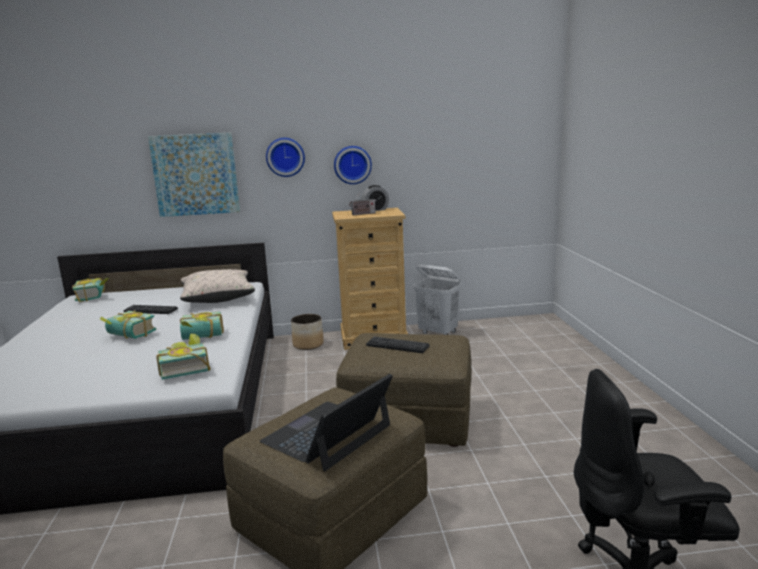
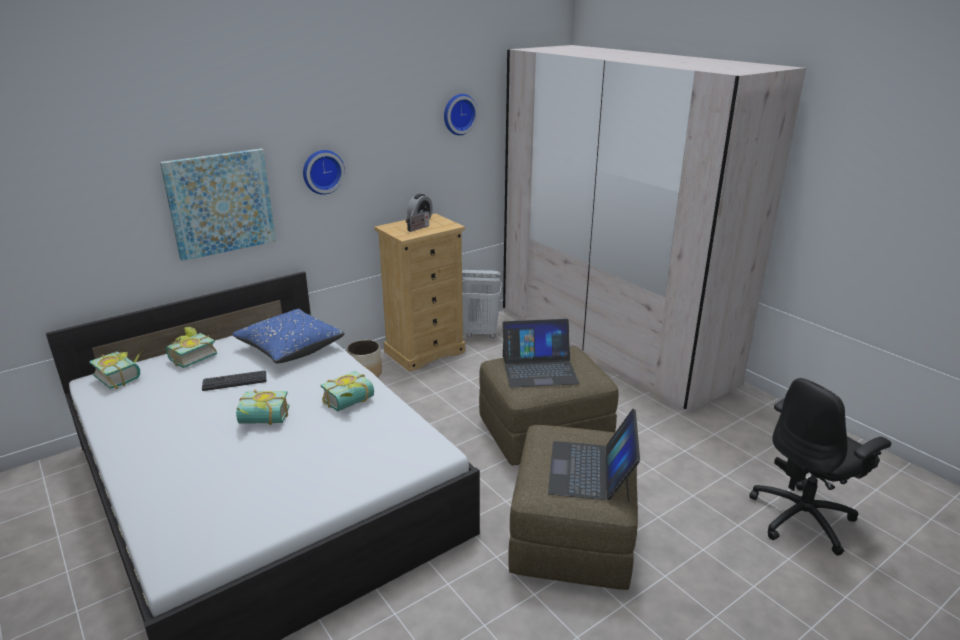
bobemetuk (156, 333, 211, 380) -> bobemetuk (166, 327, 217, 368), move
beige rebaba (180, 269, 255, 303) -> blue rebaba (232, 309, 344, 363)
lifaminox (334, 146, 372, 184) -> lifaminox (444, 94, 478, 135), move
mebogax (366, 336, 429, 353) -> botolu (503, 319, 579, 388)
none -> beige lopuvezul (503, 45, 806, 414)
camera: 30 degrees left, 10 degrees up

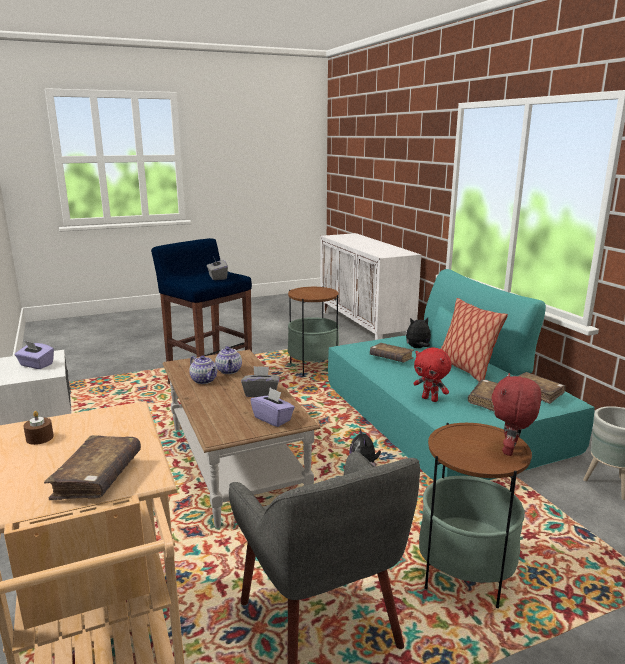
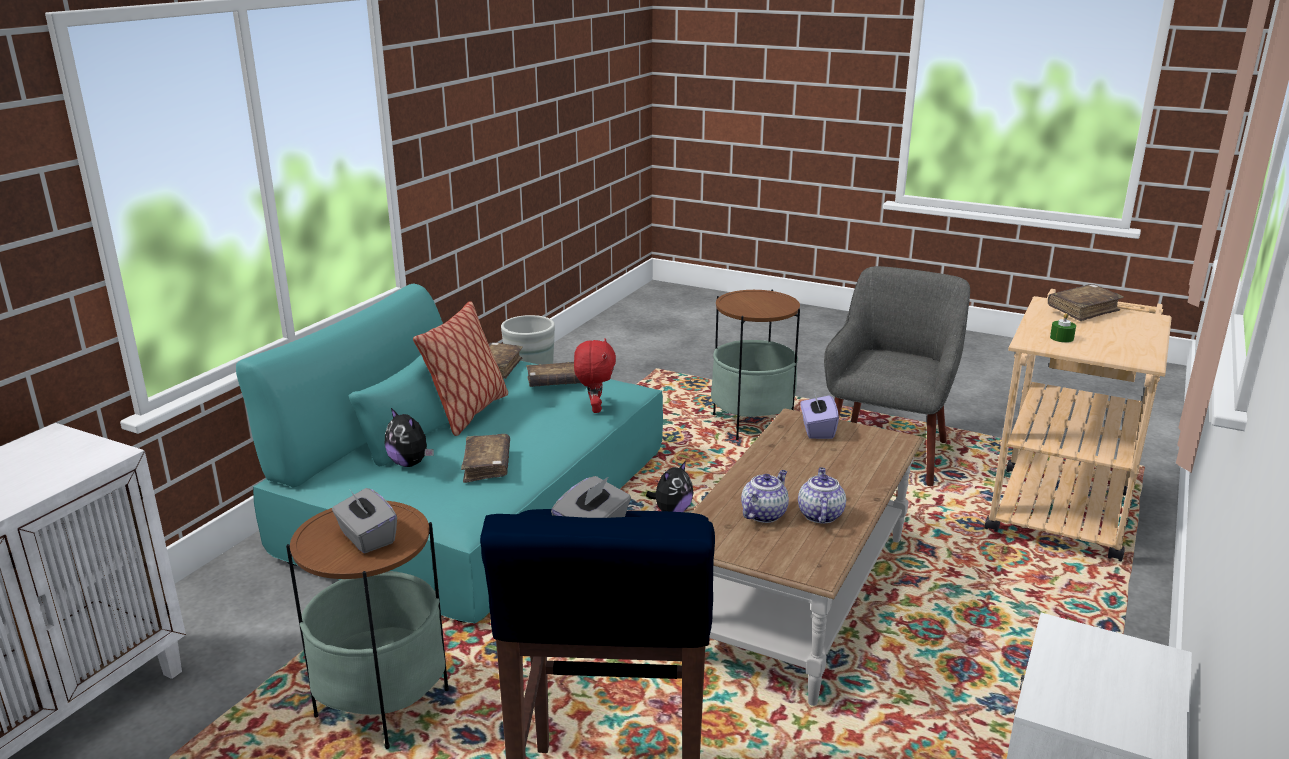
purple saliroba (15, 341, 54, 369) -> none
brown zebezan (23, 411, 54, 445) -> none
grey saliroba (241, 366, 280, 397) -> grey saliroba (332, 488, 397, 553), move
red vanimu (492, 373, 541, 456) -> none
none -> green zebezan (1050, 313, 1076, 343)
camera: 130 degrees left, 5 degrees up

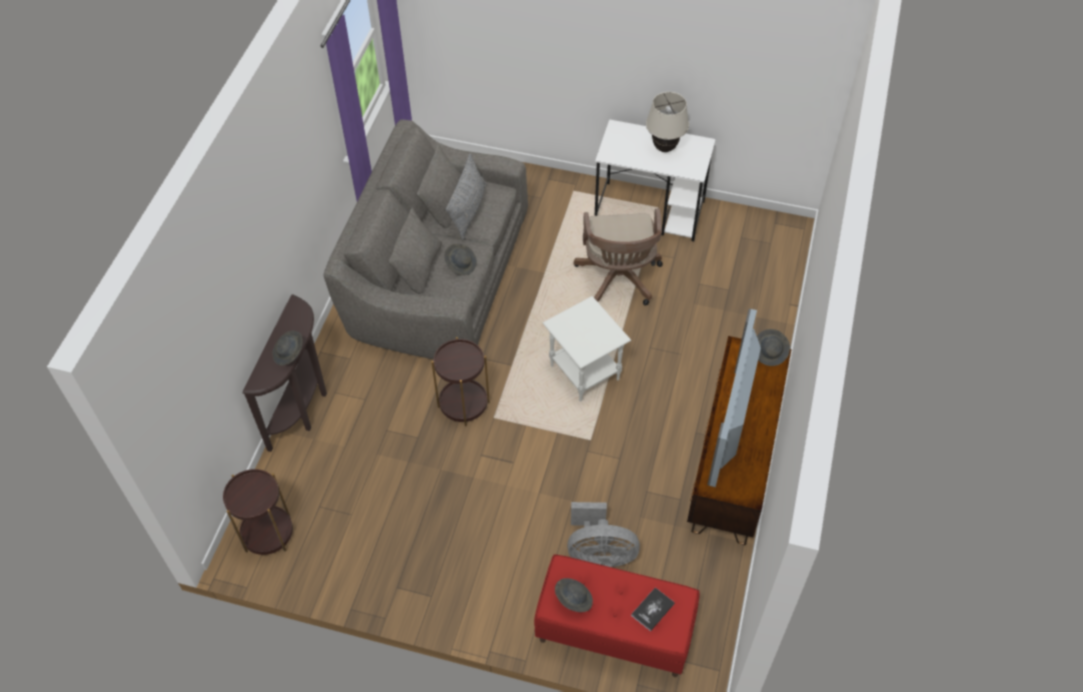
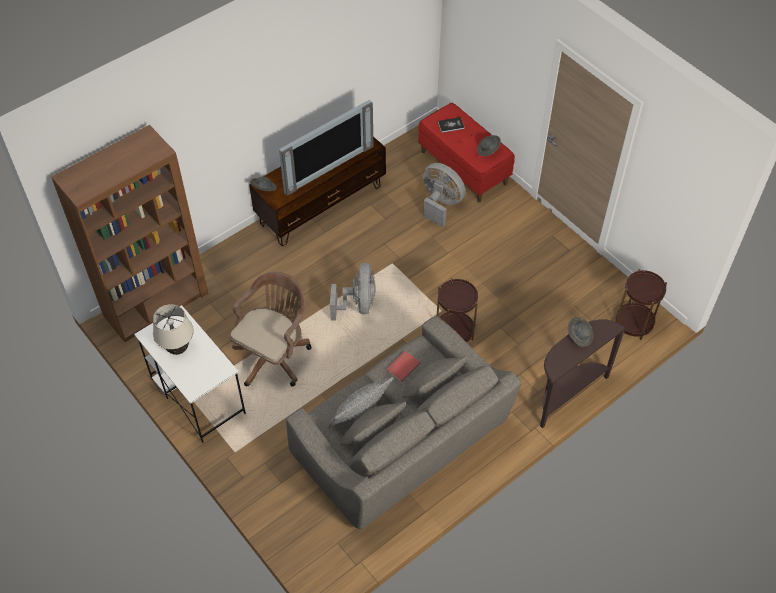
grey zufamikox (444, 244, 477, 276) -> red bobemetuk (386, 351, 421, 382)
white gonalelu (543, 296, 631, 402) -> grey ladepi (330, 263, 376, 321)
none -> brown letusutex (51, 125, 208, 342)
camera: 145 degrees left, 0 degrees up

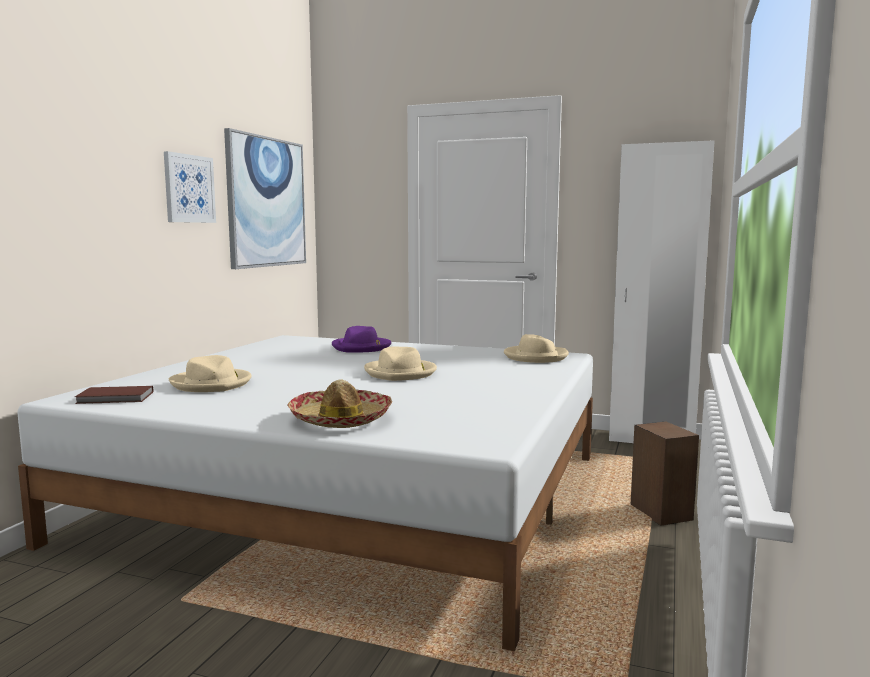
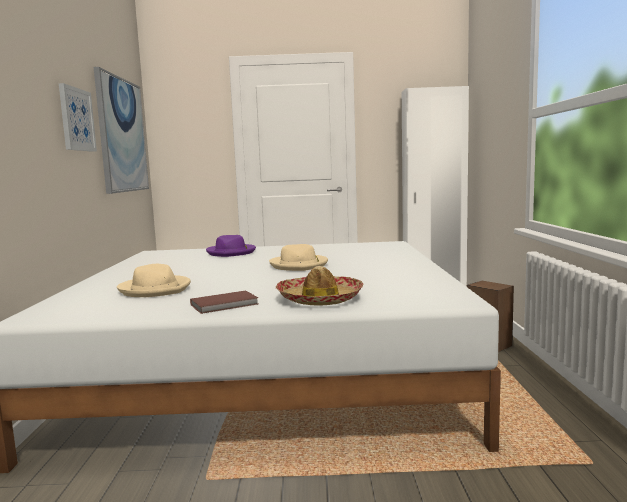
brown bobemetuk (75, 386, 153, 404) -> brown bobemetuk (190, 290, 258, 314), move
beige zufamikox (504, 334, 569, 363) -> none
camera: 20 degrees left, 0 degrees up

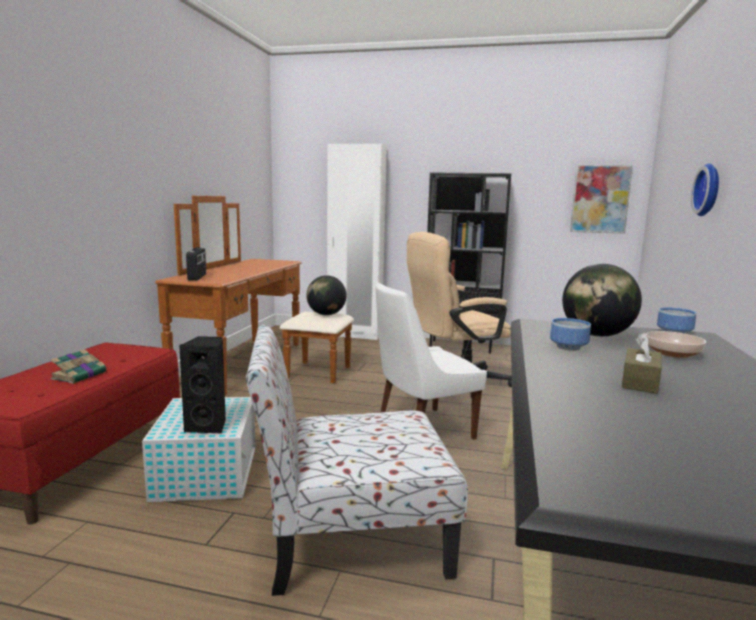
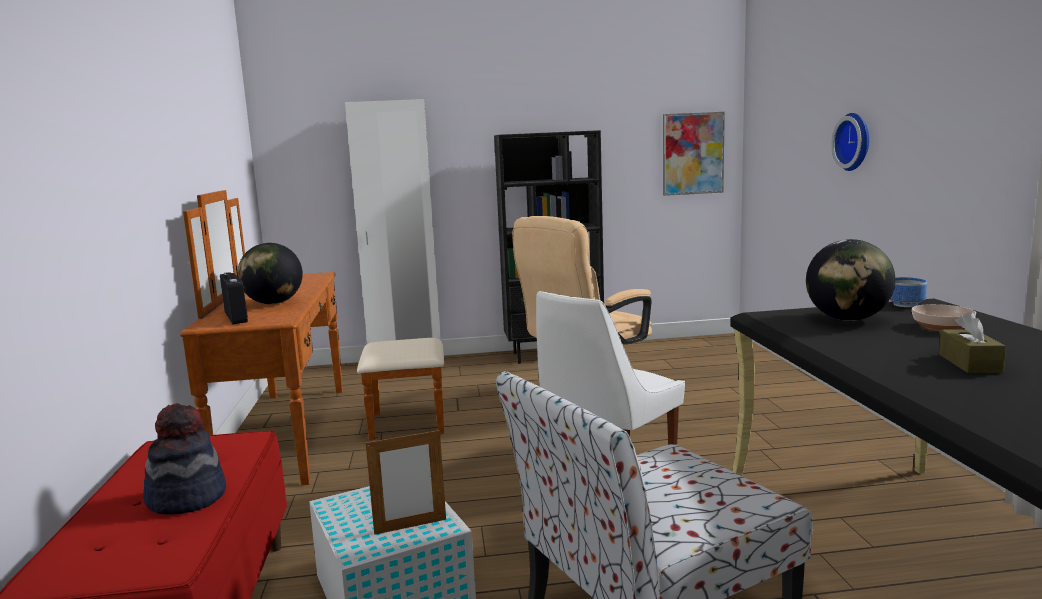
bobemetuk (50, 349, 108, 384) -> zufamikox (143, 403, 226, 515)
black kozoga (179, 336, 226, 434) -> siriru (366, 429, 446, 535)
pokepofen (306, 275, 347, 315) -> pokepofen (237, 243, 303, 304), move
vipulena (550, 318, 591, 351) -> none
camera: 20 degrees left, 0 degrees up

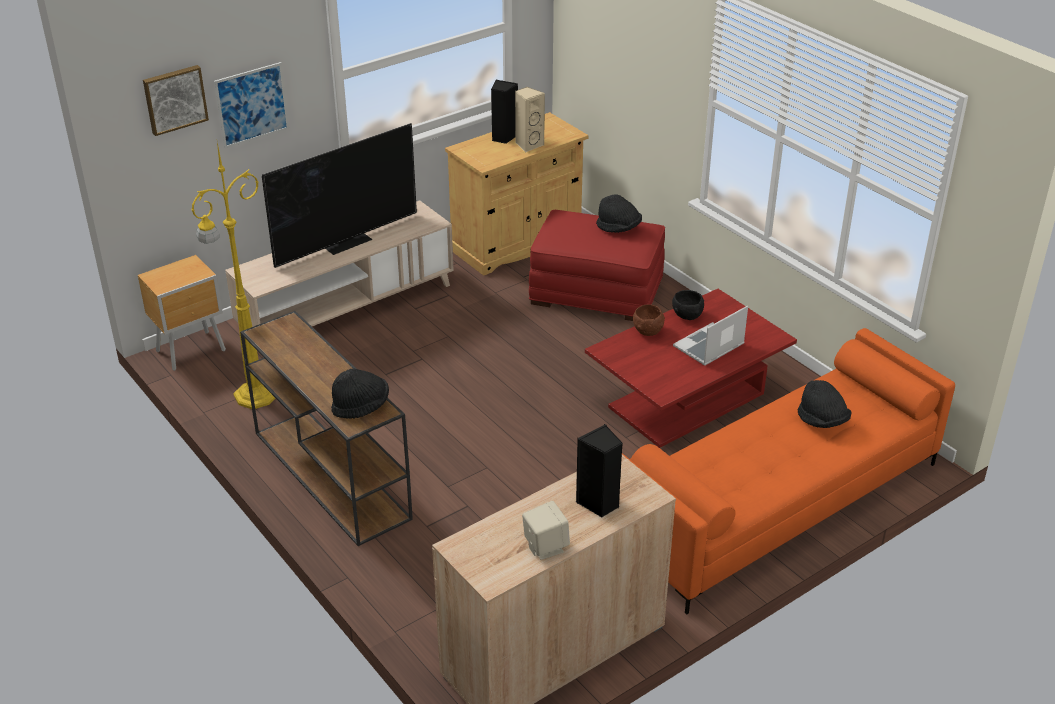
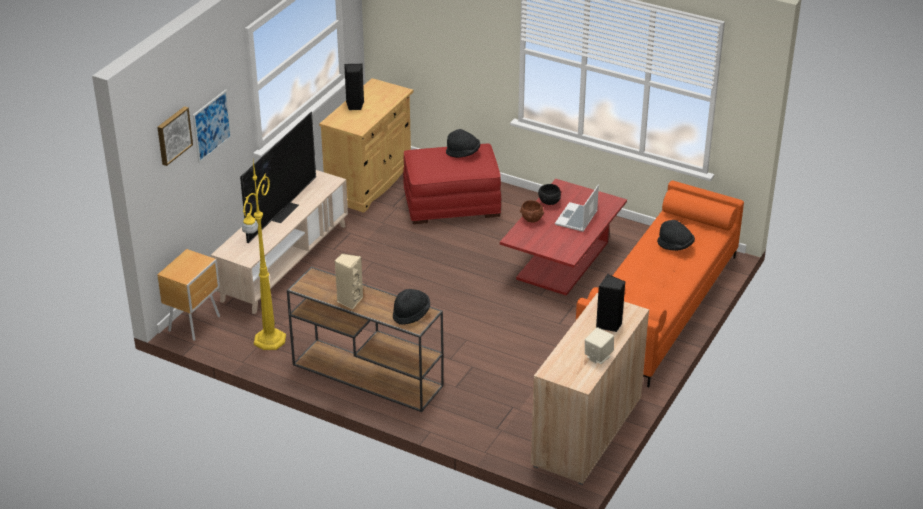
beige kozoga (515, 87, 545, 152) -> beige kozoga (335, 254, 363, 309), move
camera: 25 degrees left, 0 degrees up

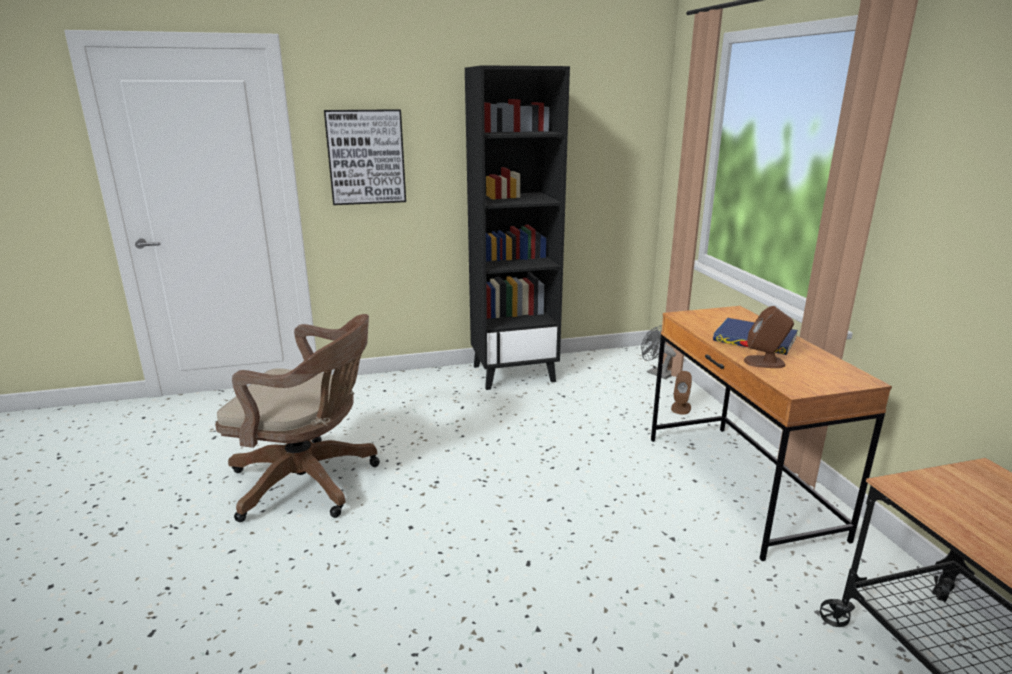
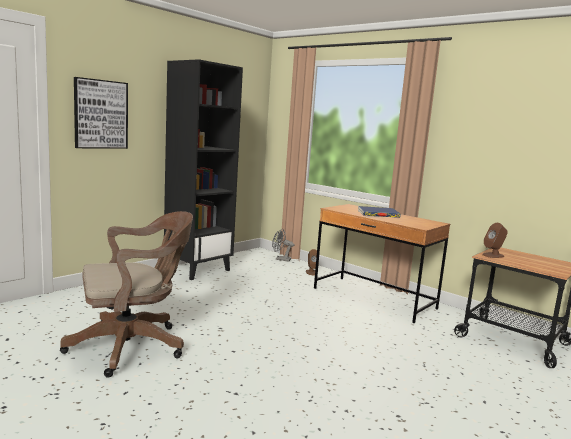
brown kozoga (744, 306, 794, 368) -> brown kozoga (482, 223, 508, 258), move
camera: 35 degrees left, 10 degrees down

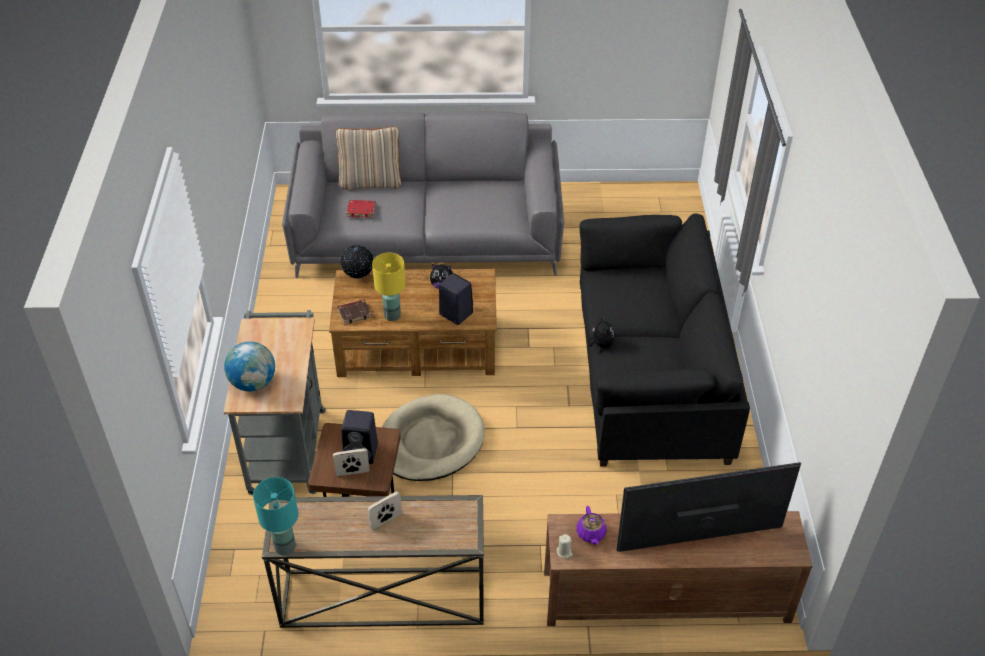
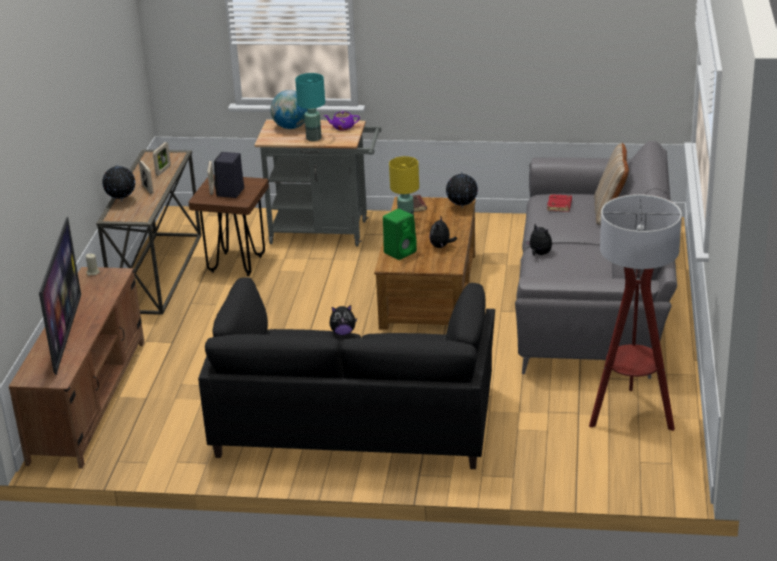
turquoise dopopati (253, 477, 298, 555) -> turquoise dopopati (295, 73, 325, 141), move
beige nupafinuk (382, 394, 485, 481) -> none
black kozoga (439, 273, 473, 325) -> green kozoga (383, 209, 417, 260)
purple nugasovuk (576, 506, 607, 544) -> purple nugasovuk (323, 111, 360, 130), move
none -> pokepofen (102, 164, 135, 201)
none -> siriru (153, 142, 171, 176)
none -> vanimu (525, 224, 552, 255)
none -> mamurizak (589, 194, 682, 431)
camera: 100 degrees right, 15 degrees down

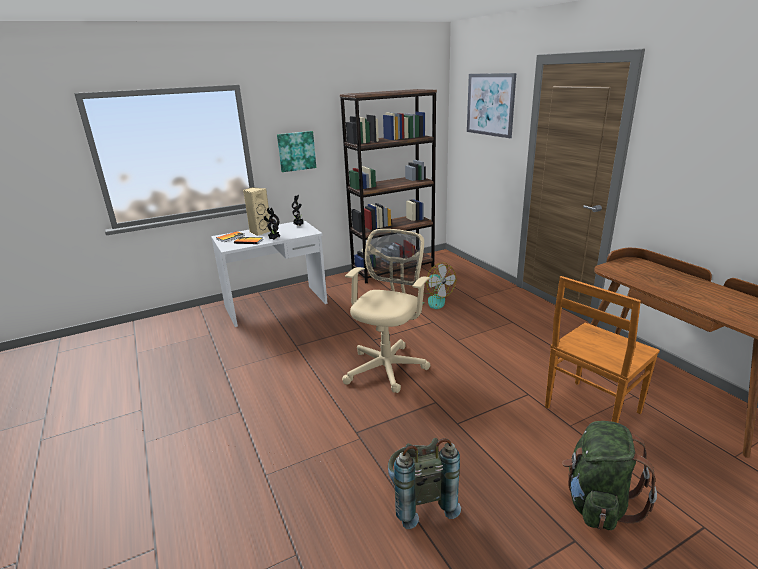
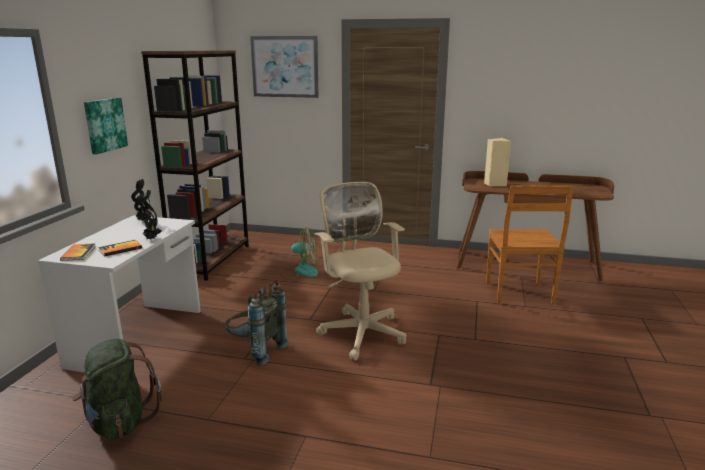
beige kozoga (243, 187, 270, 236) -> beige kozoga (484, 138, 511, 186), move
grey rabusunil (388, 438, 461, 529) -> grey rabusunil (225, 280, 289, 365), move
green rabusunil (562, 421, 657, 530) -> green rabusunil (72, 339, 162, 441), move
camera: 50 degrees left, 5 degrees down

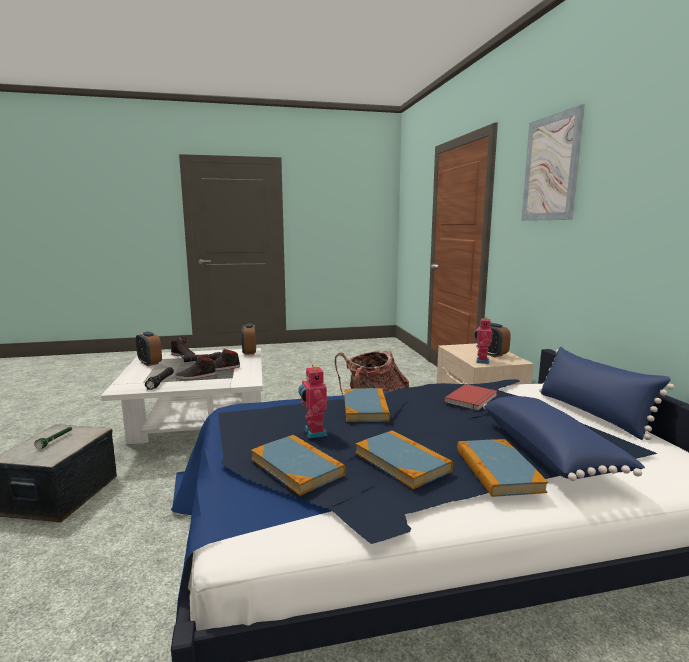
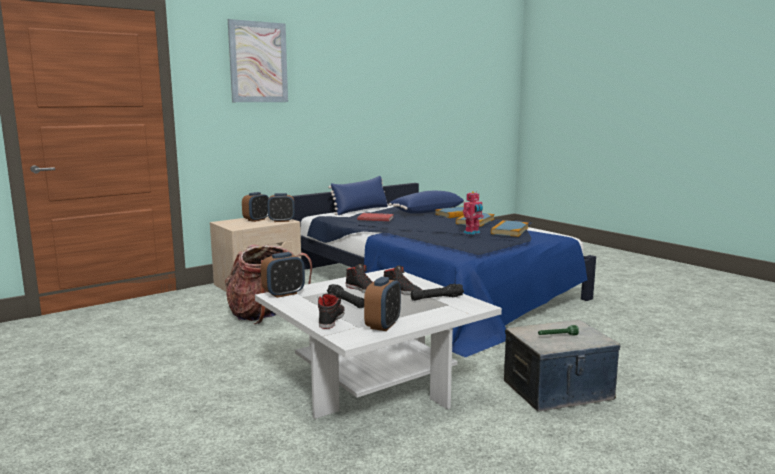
bobemetuk (344, 388, 390, 422) -> none
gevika (474, 317, 492, 364) -> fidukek (267, 193, 295, 222)
camera: 115 degrees left, 0 degrees up

